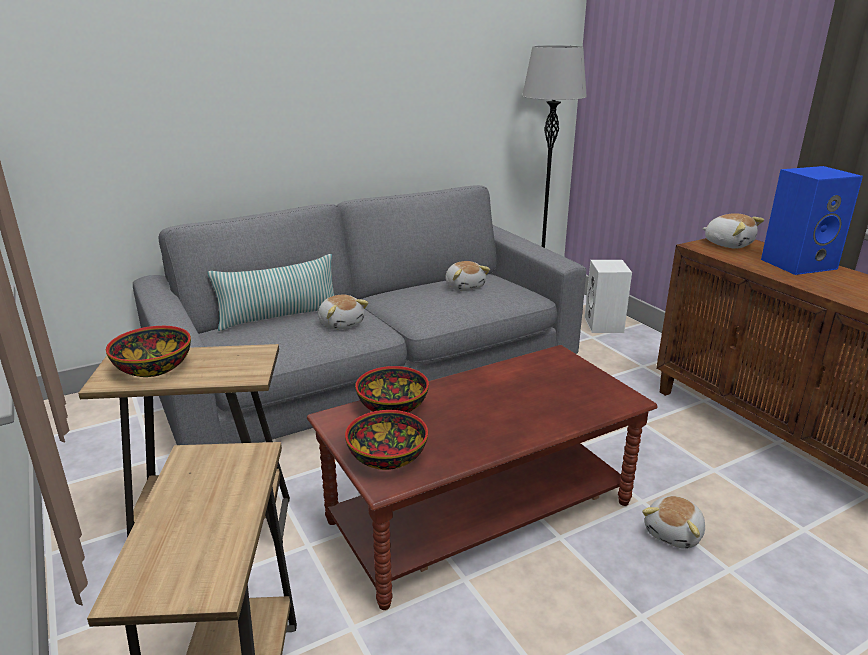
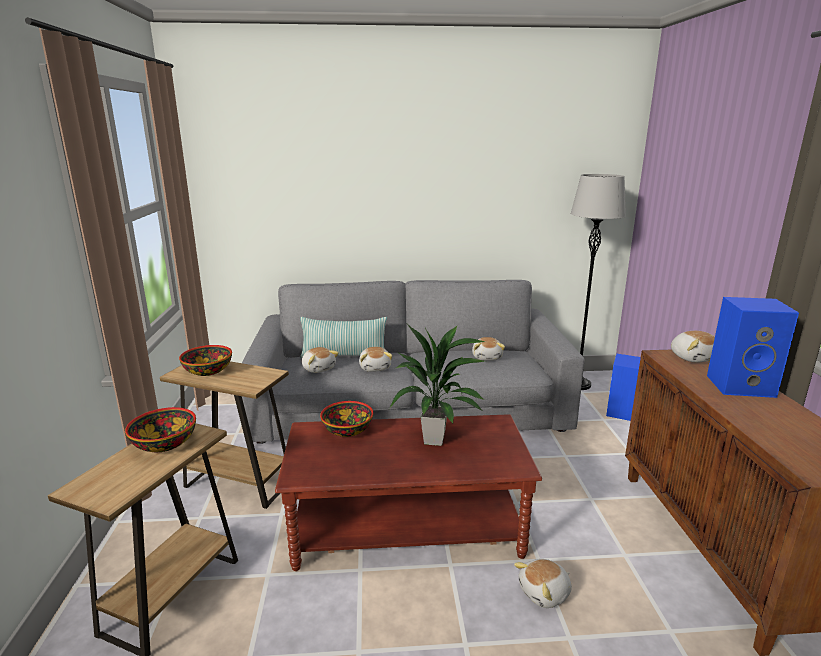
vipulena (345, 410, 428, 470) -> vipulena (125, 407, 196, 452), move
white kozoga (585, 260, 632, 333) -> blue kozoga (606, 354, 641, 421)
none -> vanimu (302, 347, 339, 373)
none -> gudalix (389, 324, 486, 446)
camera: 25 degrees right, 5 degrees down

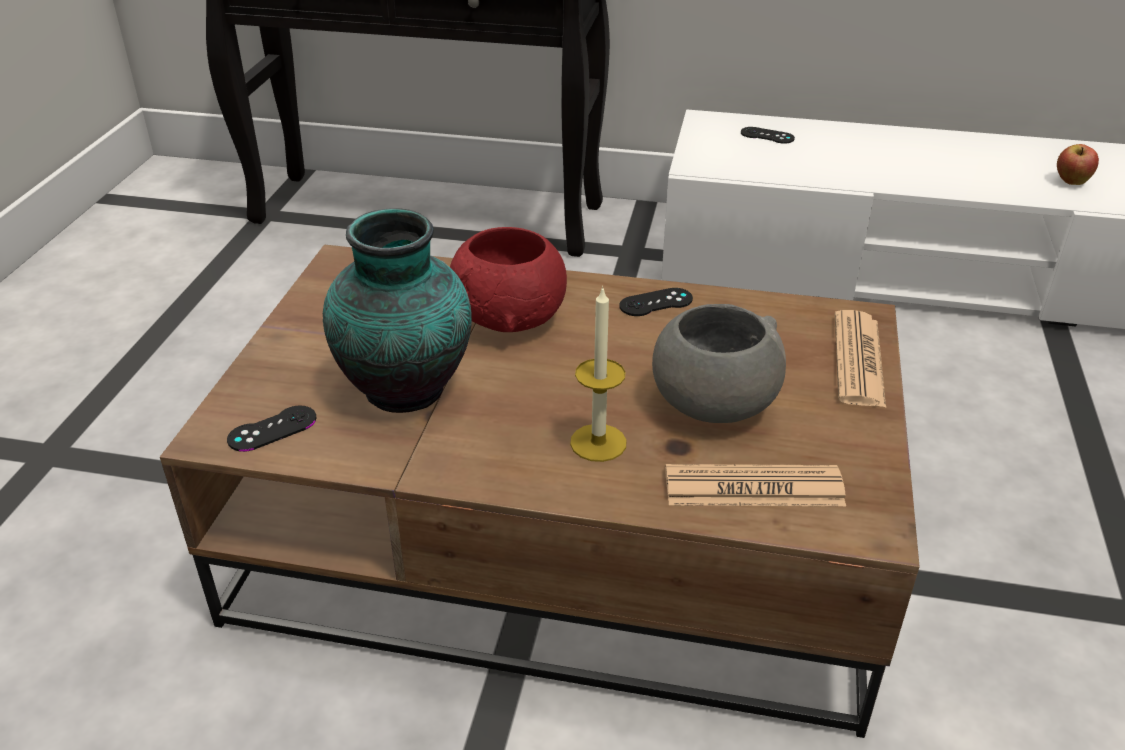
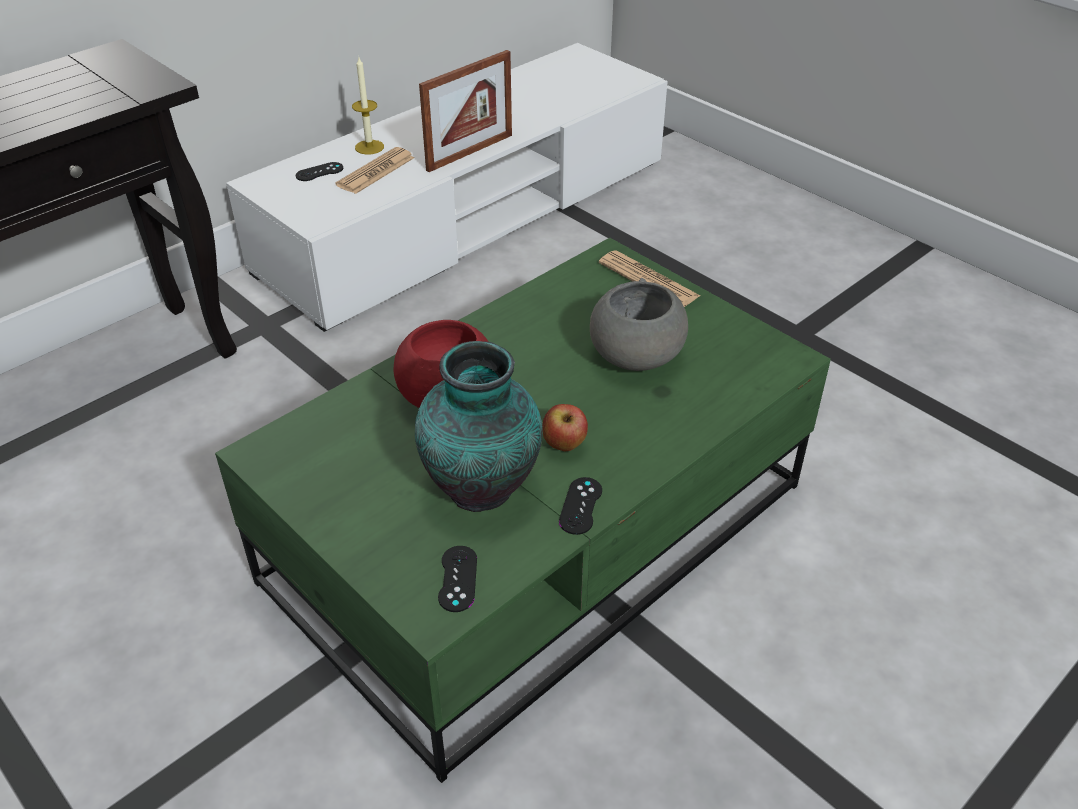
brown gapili (160, 245, 920, 738) -> green gapili (215, 238, 831, 783)
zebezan (570, 286, 627, 462) -> zebezan (352, 57, 384, 155), move
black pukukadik (619, 288, 693, 316) -> black pukukadik (559, 477, 602, 535), move
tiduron (665, 464, 846, 506) -> tiduron (335, 147, 414, 194), move
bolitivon (1057, 144, 1099, 185) -> bolitivon (542, 404, 588, 451), move
none -> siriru (419, 50, 512, 172)
camera: 55 degrees left, 5 degrees up

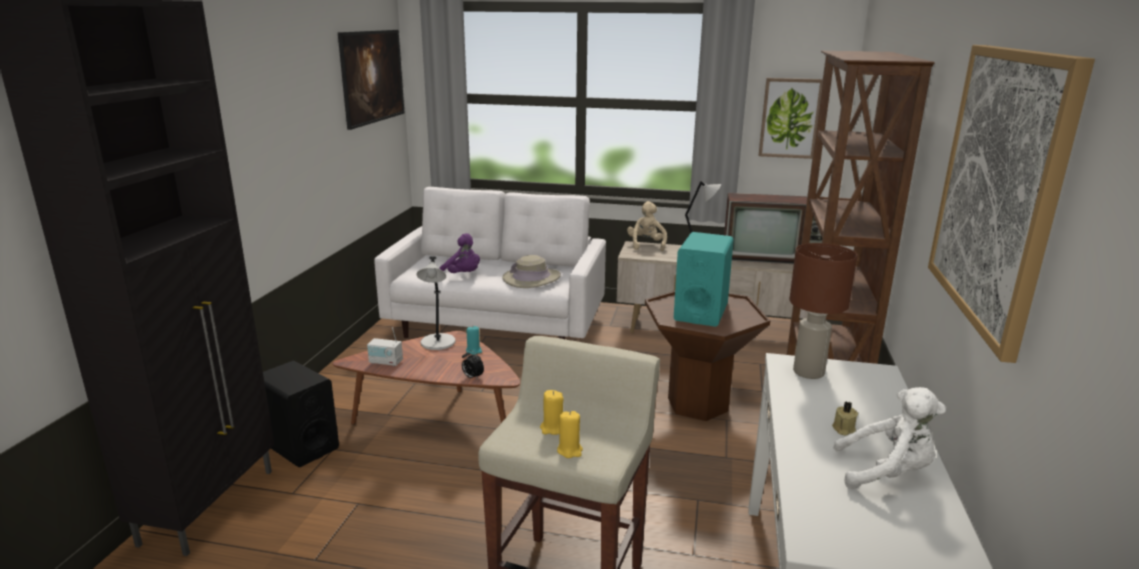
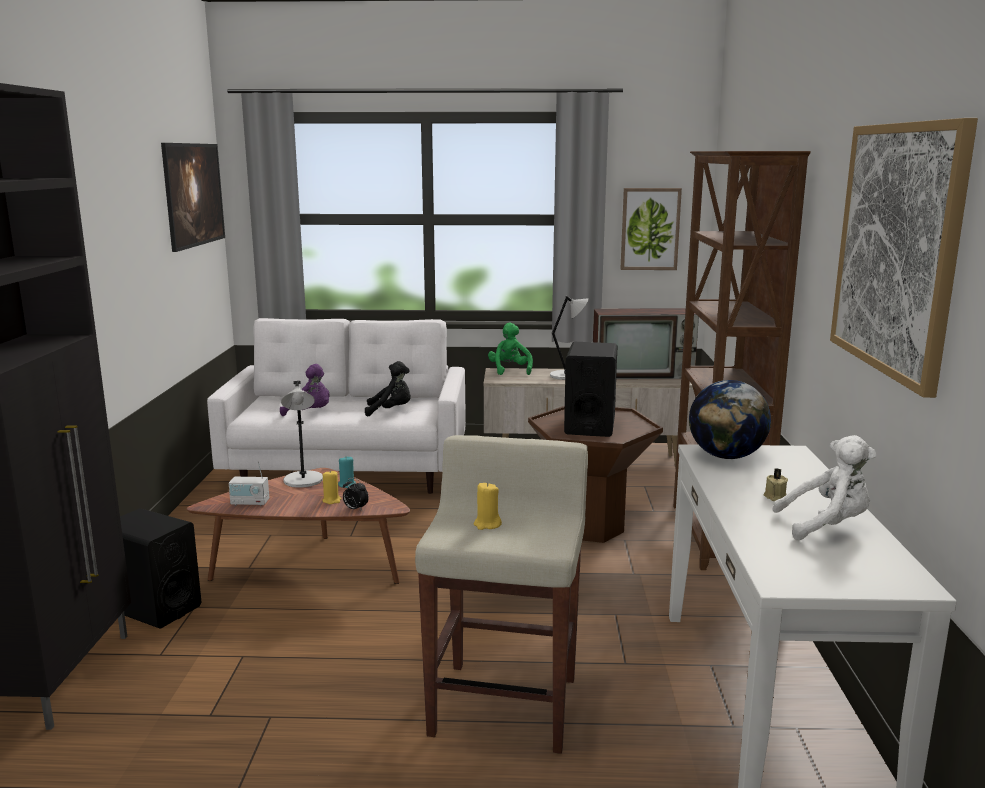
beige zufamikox (502, 255, 561, 288) -> black vanimu (365, 361, 411, 417)
yellow zebezan (557, 411, 583, 458) -> yellow zebezan (322, 471, 341, 504), move
beige vanimu (627, 201, 667, 251) -> green vanimu (488, 323, 533, 375)
turquoise kozoga (674, 232, 734, 327) -> black kozoga (564, 342, 617, 437)
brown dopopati (789, 243, 857, 379) -> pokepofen (689, 380, 771, 459)
camera: 10 degrees left, 5 degrees down

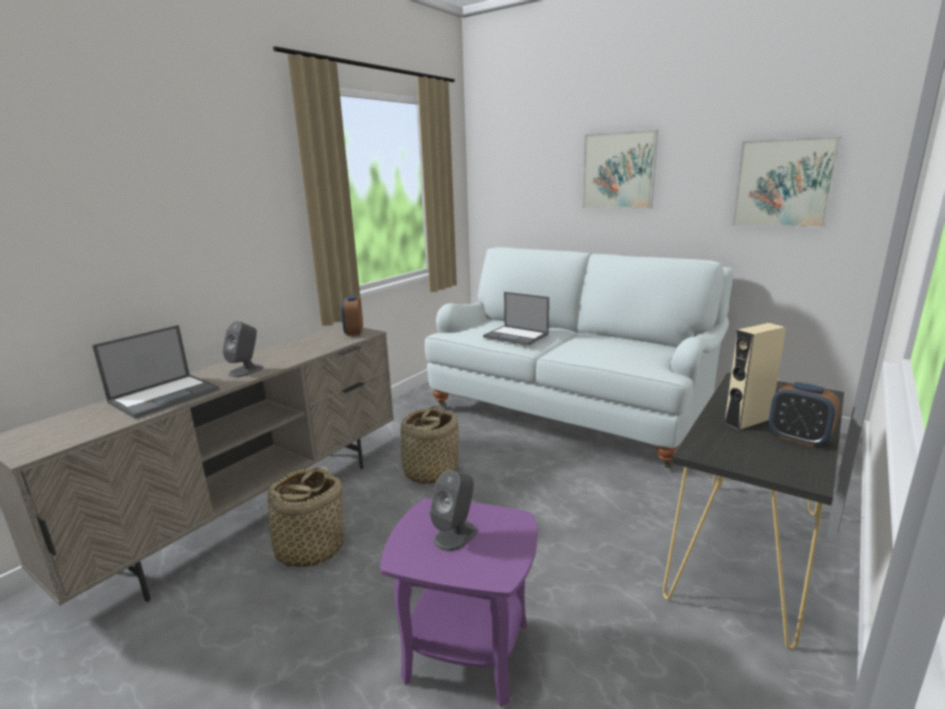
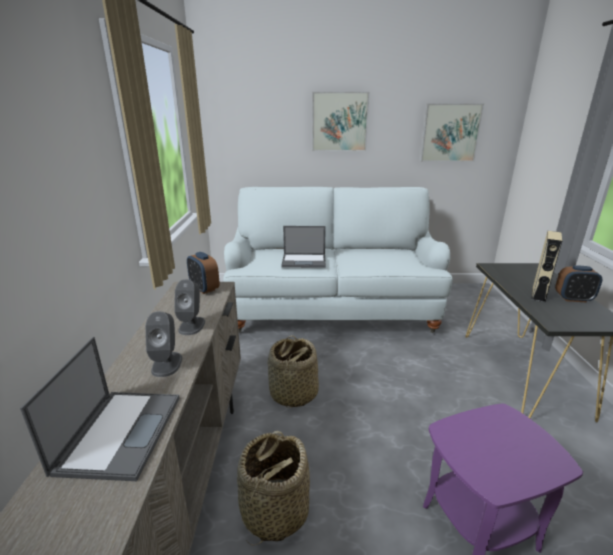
grey kozoga (430, 470, 477, 551) -> grey kozoga (174, 279, 205, 335), move
camera: 35 degrees left, 5 degrees up

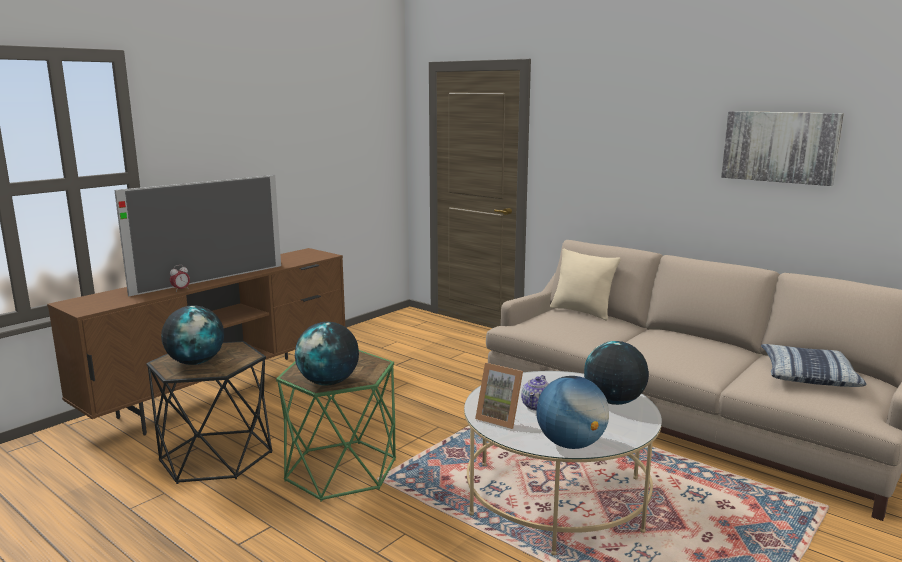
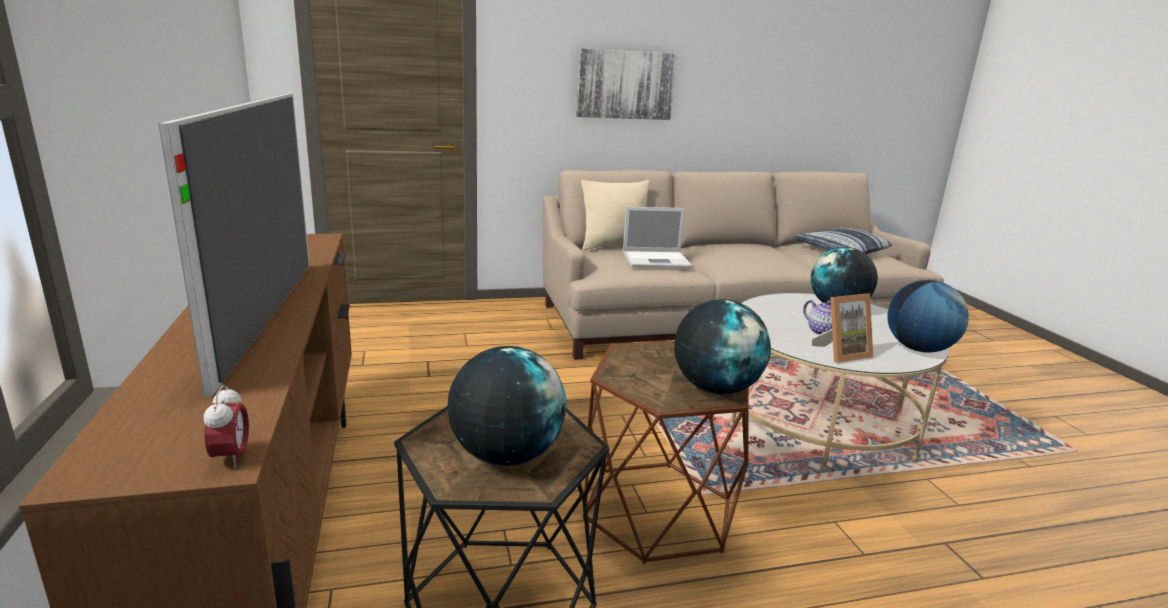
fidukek (170, 265, 190, 292) -> fidukek (204, 385, 249, 468), move
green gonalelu (276, 350, 396, 502) -> brown gonalelu (583, 341, 749, 564)
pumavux (721, 111, 844, 186) -> pumavux (576, 48, 677, 120), move
none -> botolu (623, 207, 692, 268)
camera: 55 degrees left, 5 degrees up

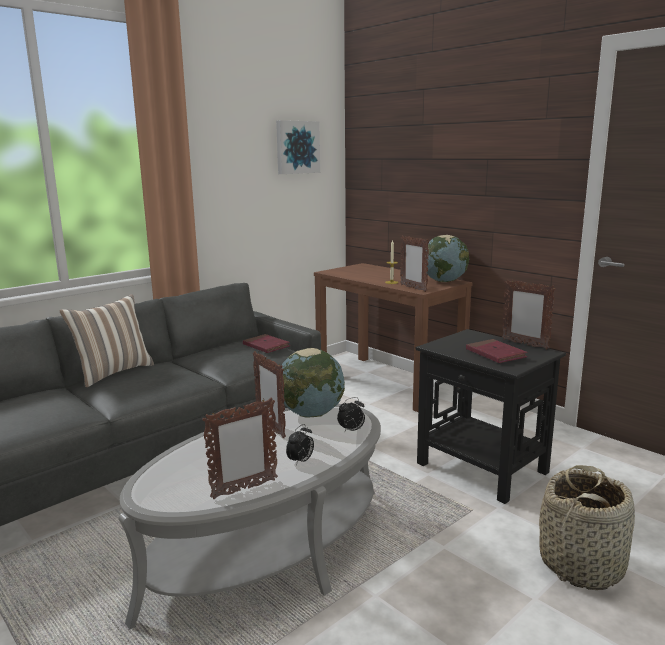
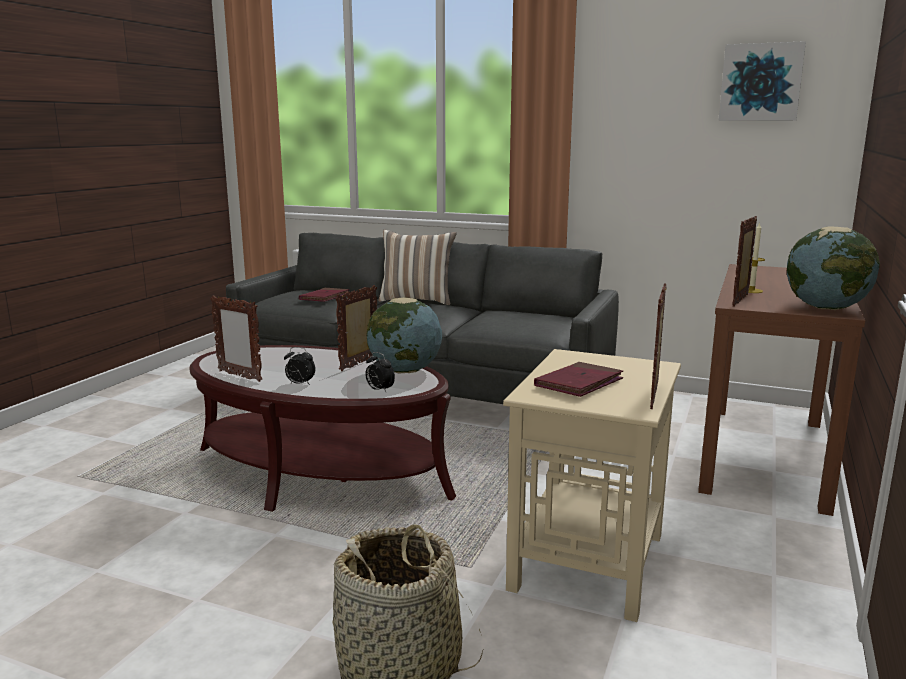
grey gapili (118, 404, 381, 629) -> brown gapili (189, 345, 456, 512)
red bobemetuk (243, 334, 290, 353) -> red bobemetuk (299, 288, 350, 302), move
black gonalelu (416, 329, 566, 504) -> beige gonalelu (503, 349, 681, 622)
camera: 65 degrees right, 0 degrees up

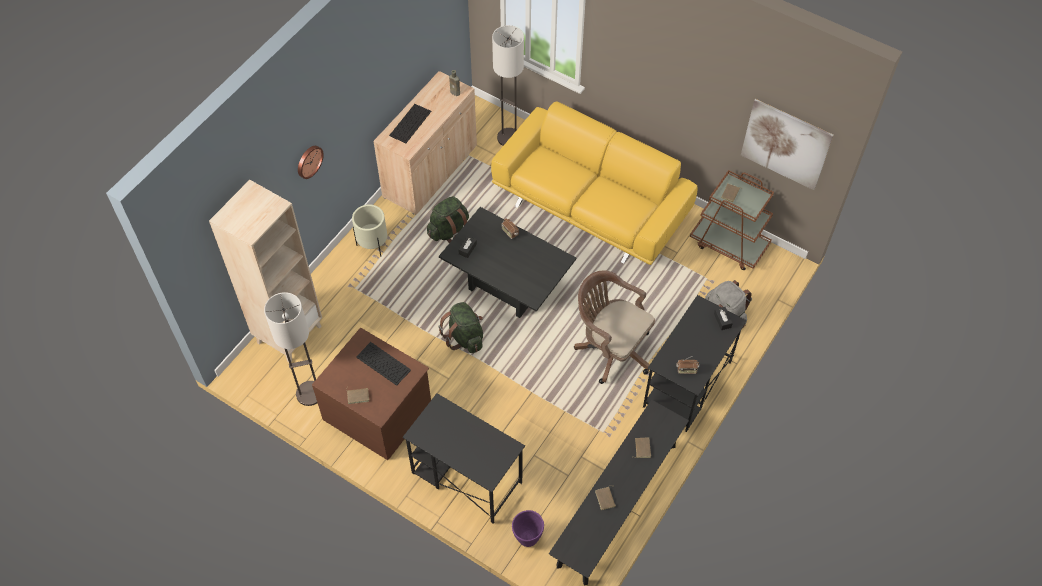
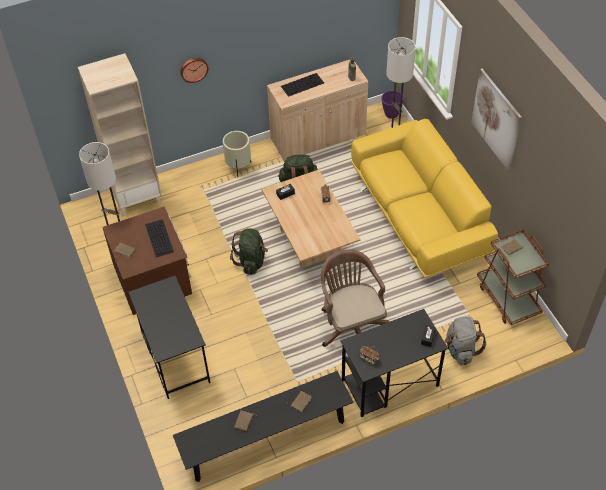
black gapili (439, 207, 576, 318) -> beige gapili (262, 170, 360, 268)
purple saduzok (512, 510, 544, 547) -> purple saduzok (381, 90, 404, 119), move
pumavux (741, 99, 834, 190) -> pumavux (471, 69, 522, 170), move
camera: 35 degrees right, 5 degrees down

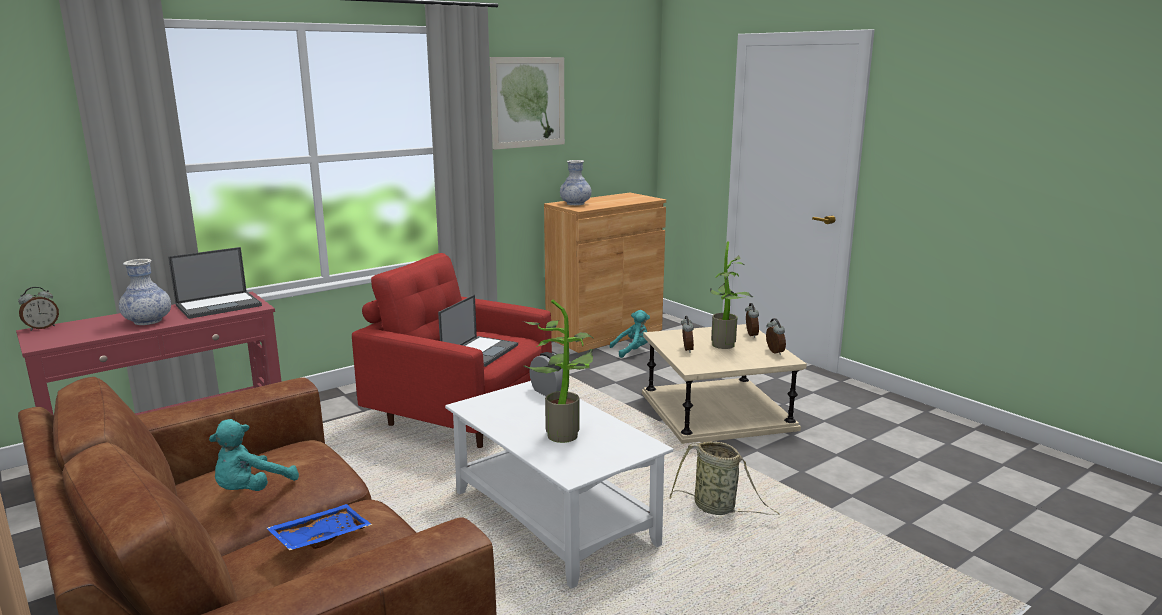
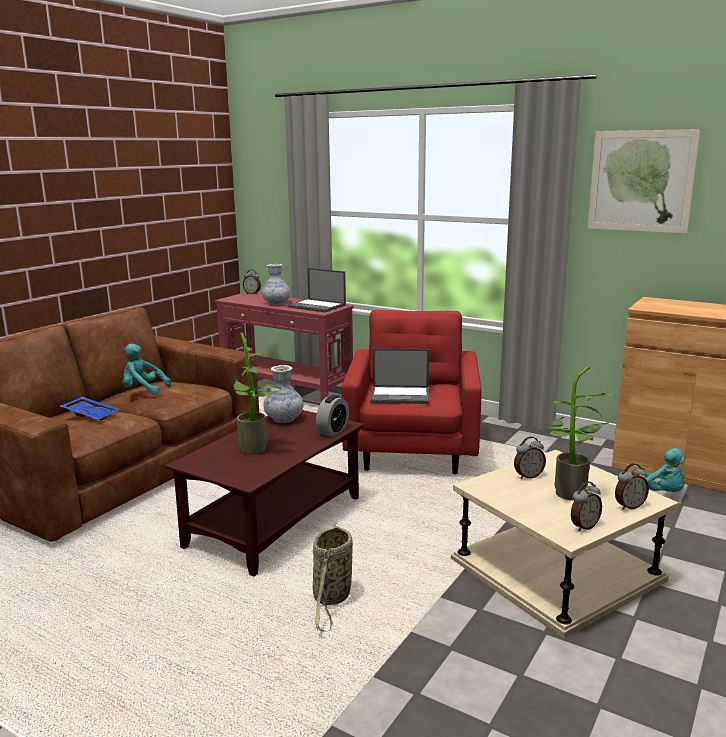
white gapili (445, 381, 673, 589) -> brown gapili (166, 410, 364, 576)
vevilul (560, 160, 592, 205) -> vevilul (263, 365, 303, 423), move
camera: 70 degrees right, 0 degrees up

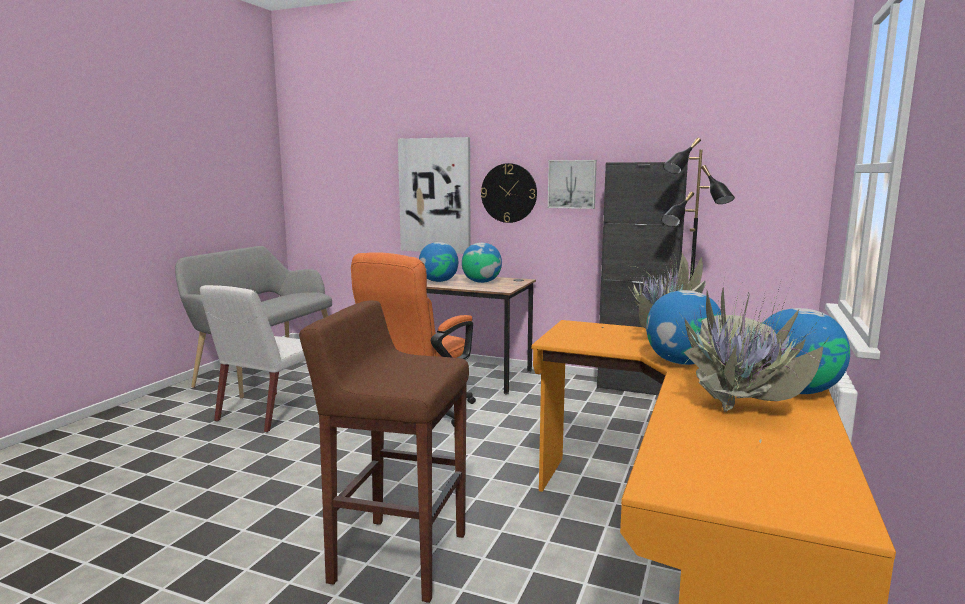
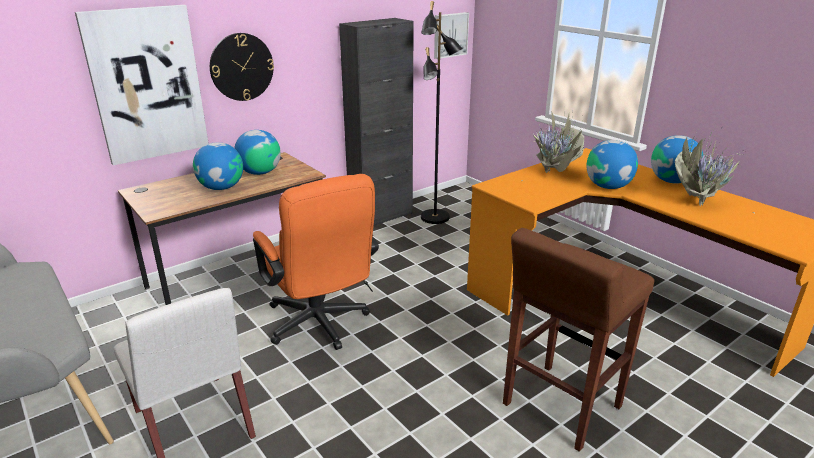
pumavux (548, 160, 597, 209) -> pumavux (434, 12, 469, 59), move
camera: 60 degrees left, 15 degrees up

